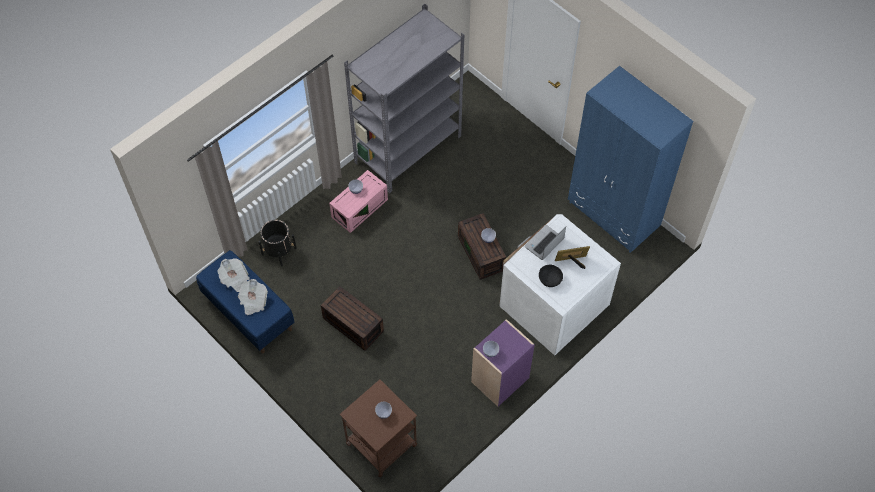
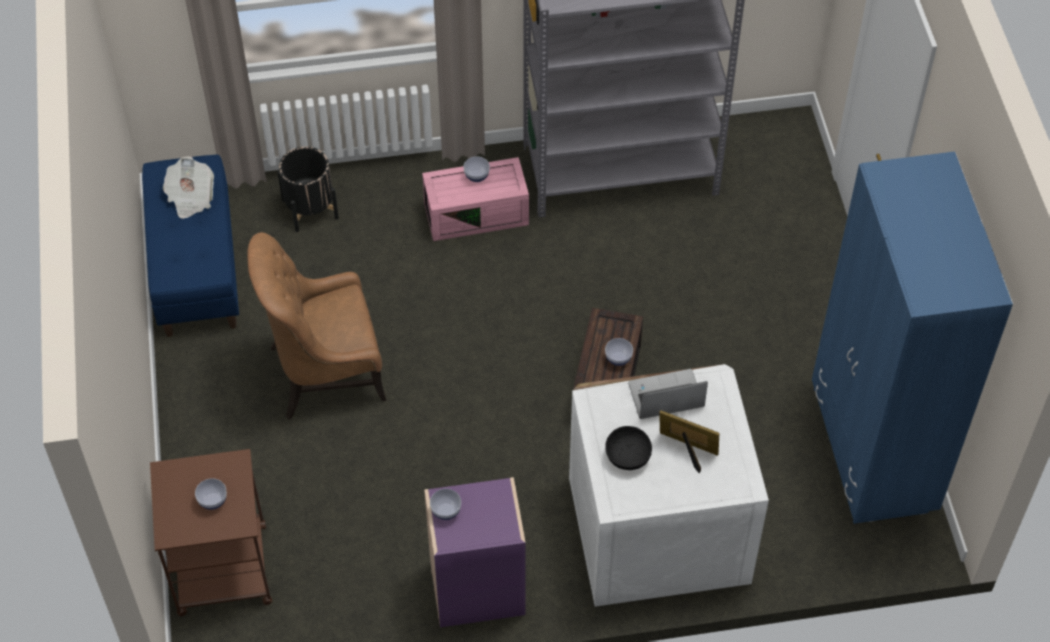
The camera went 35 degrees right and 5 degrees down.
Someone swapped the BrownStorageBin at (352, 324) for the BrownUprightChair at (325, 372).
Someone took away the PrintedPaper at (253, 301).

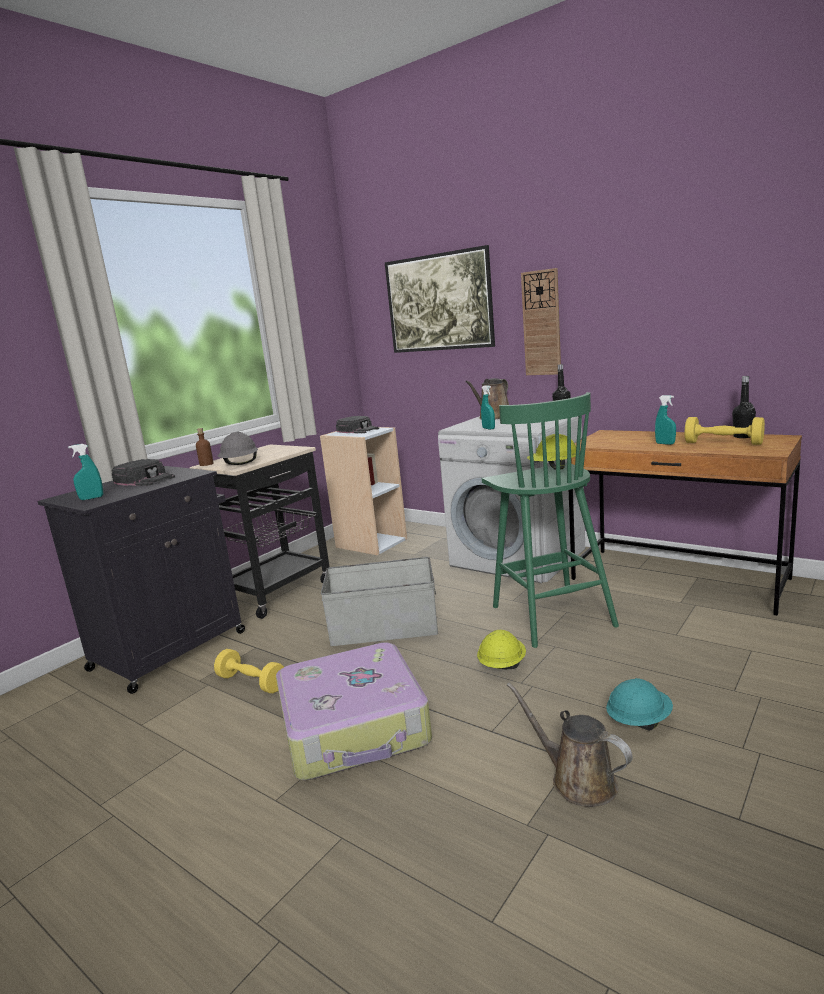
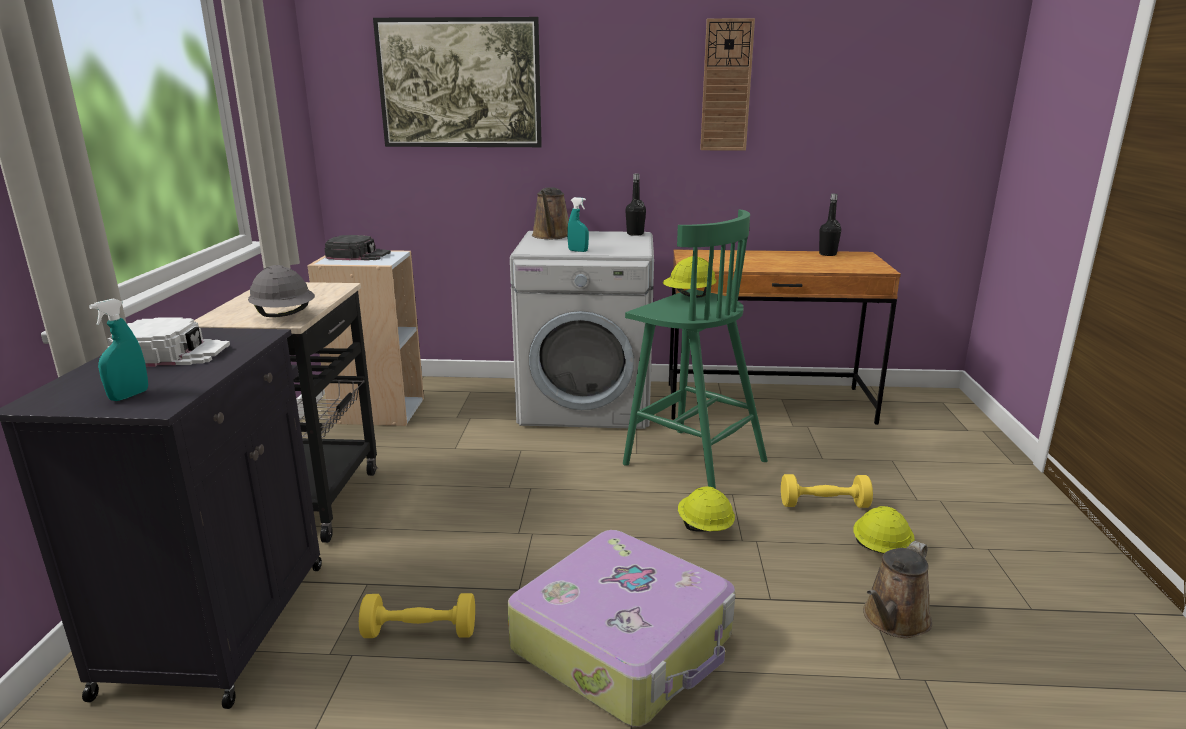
The camera went 35 degrees left and 5 degrees up.
Someone repainted the BlackBaseballCap at (145, 479), which became the WhiteColouredBaseballCap at (172, 353).
Someone carried the HangingClock from (541, 323) to (726, 86).
Someone carried the YellowColouredHandWeight from (723, 443) to (824, 505).
Someone repainted the BlueGreenWorkHelmet at (639, 721), which became the YellowColouredWorkHelmet at (880, 549).
Someone rotated the BrownWateringCan at (578, 780) by 60 degrees counterclockwise.
Someone took away the BrownBottle at (206, 464).
Someone took away the GreyishStorageBin at (383, 628).
Someone took away the BlueGreenSprayBottle at (665, 444).

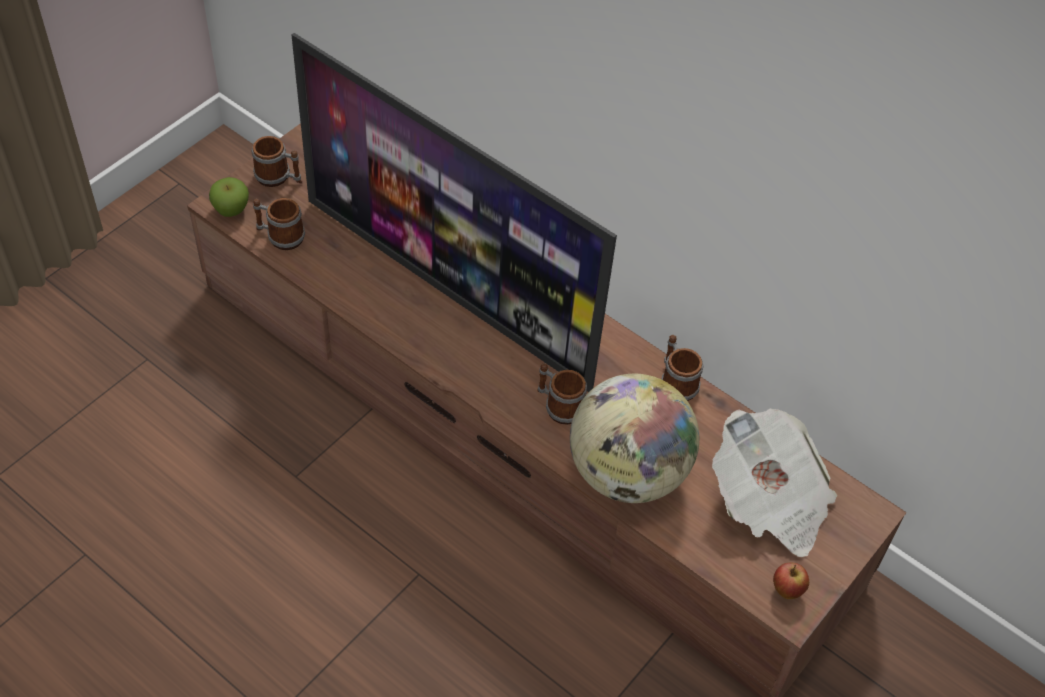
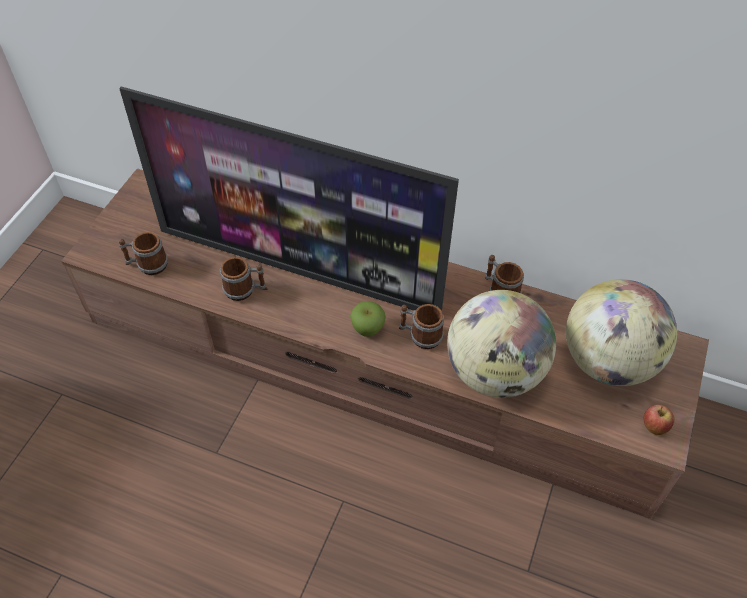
The camera went 15 degrees left and 0 degrees up.
Someone carried the Mug from (279, 177) to (245, 290).
Someone carried the AppleFruit from (231, 210) to (368, 329).
Someone swapped the PrintedPaper at (769, 501) for the Globe at (608, 361).

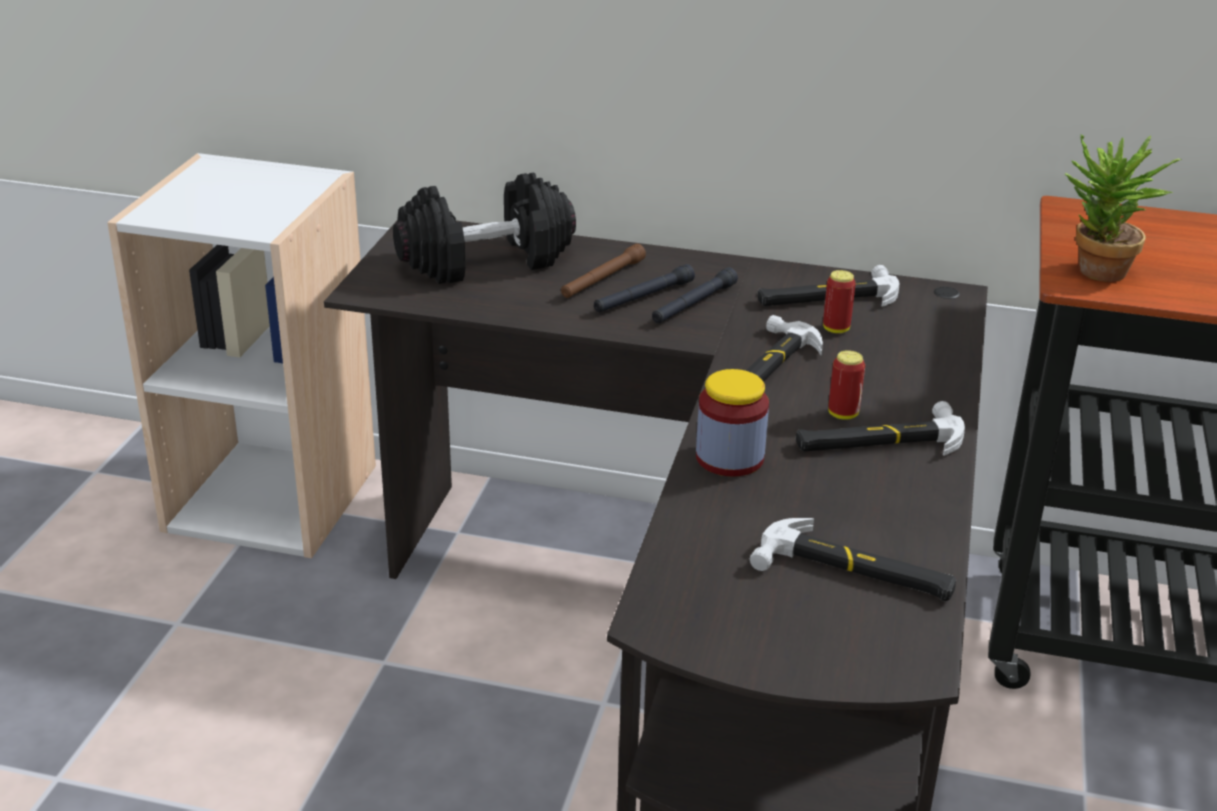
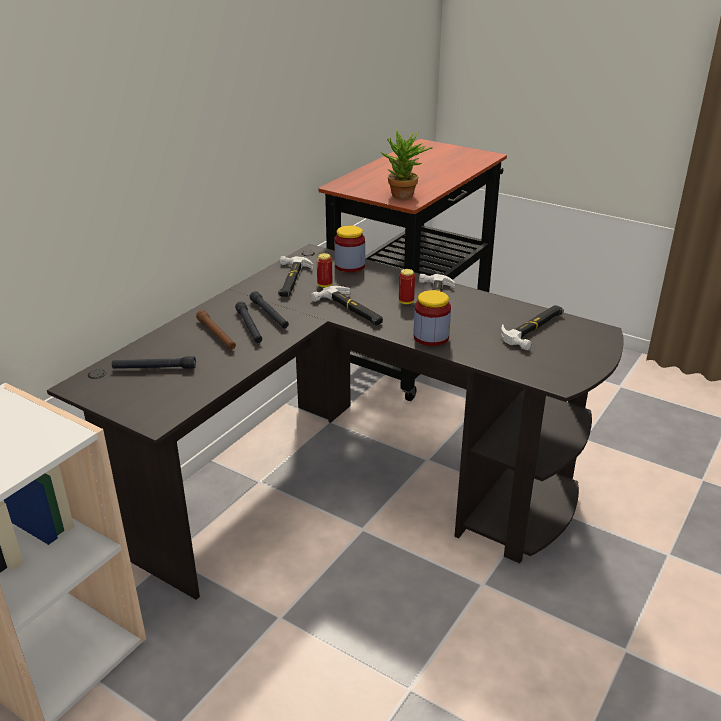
The camera went 70 degrees left and 0 degrees up.
Someone swapped the BlackHandWeight at (486, 260) for the BlackHandTorch at (154, 368).
Someone put down the Jar at (349, 266).

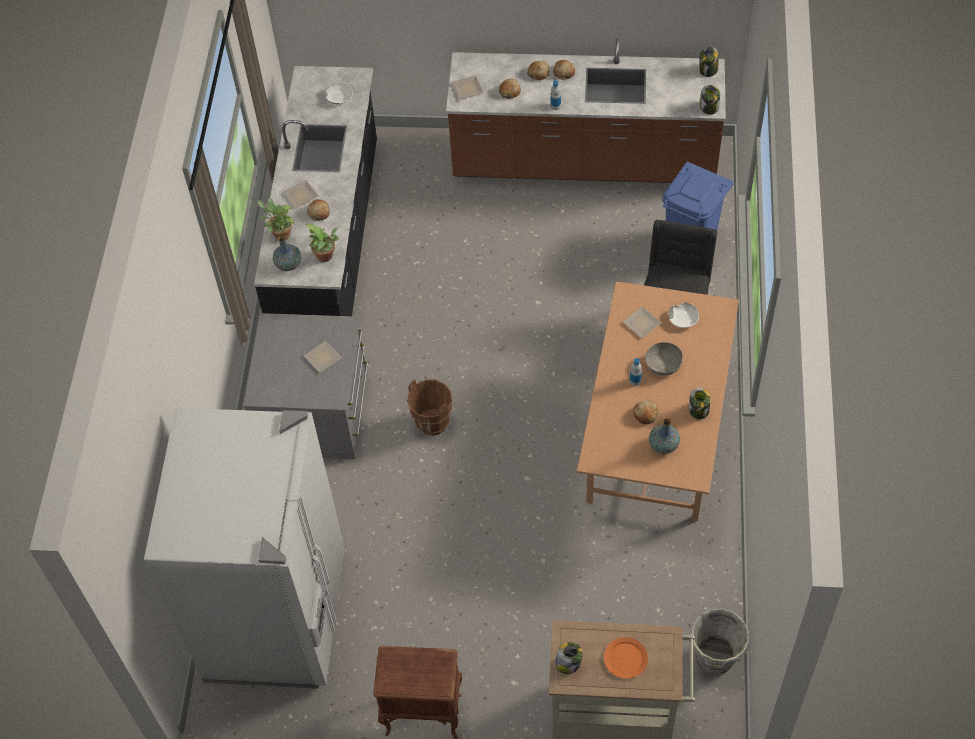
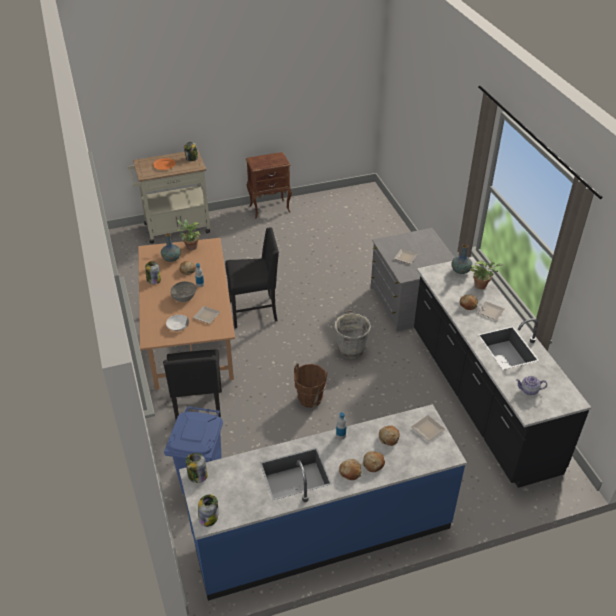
The camera went 155 degrees right and 15 degrees down.
Someone carried the Houseplant from (326, 257) to (190, 247).
Someone repainted the BrownKitchenCounter at (584, 164), which became the BlueColouredKitchenCounter at (322, 532).
Someone put down the BlackUprightChair at (254, 311).
Someone carried the BrownWaterBucket from (433, 422) to (310, 399).
Someone carried the GreyishWaterBucket from (714, 658) to (351, 349).
Someone swapped the WhiteColouredDeepDish at (339, 97) for the Teapot at (529, 390).
Someone took away the WhiteColouredFridge at (277, 614).

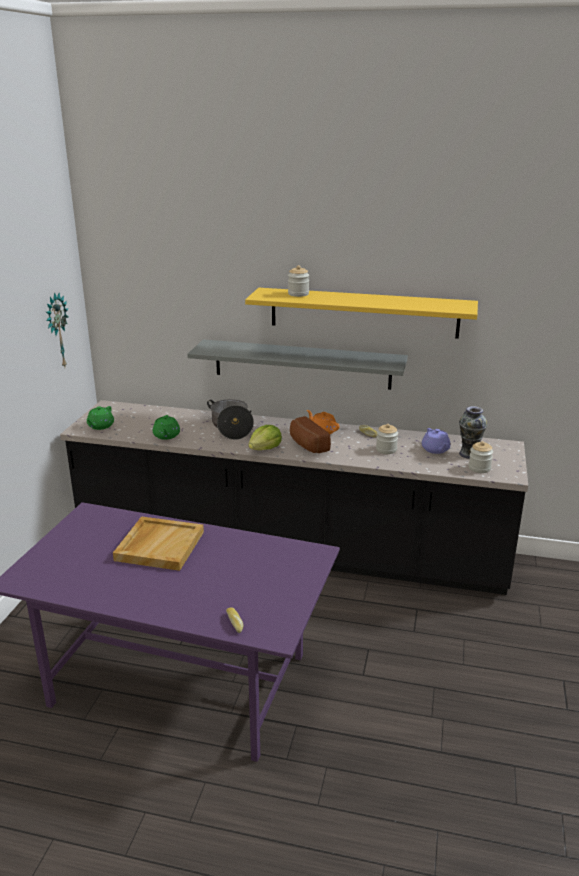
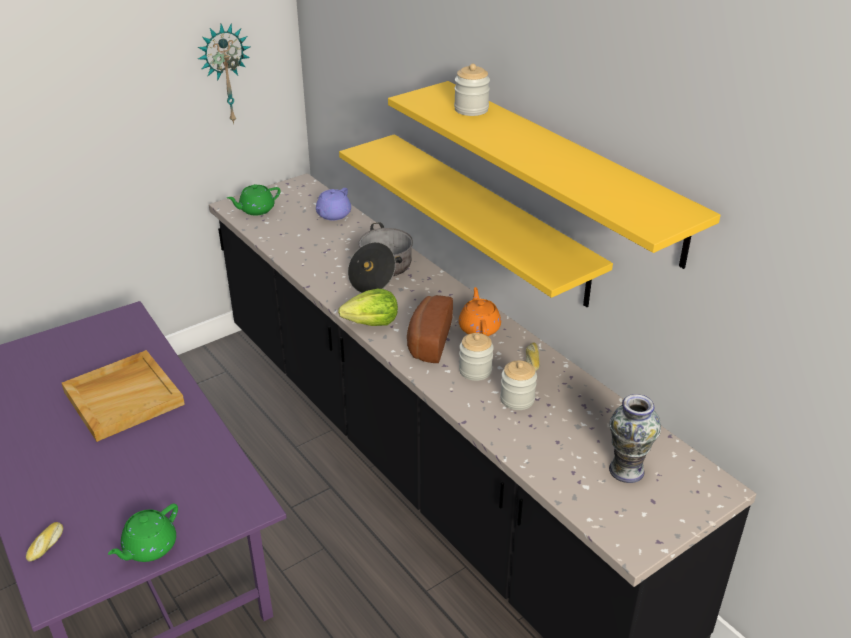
The camera went 40 degrees right and 10 degrees up.
Someone carried the GreenTeapot from (166, 436) to (149, 547).
Someone carried the PurpleTeapot from (435, 450) to (333, 215).
Someone repainted the GreyishWallShelf at (302, 364), which became the YellowColouredWallShelf at (489, 216).
Someone carried the Jar from (479, 468) to (475, 371).

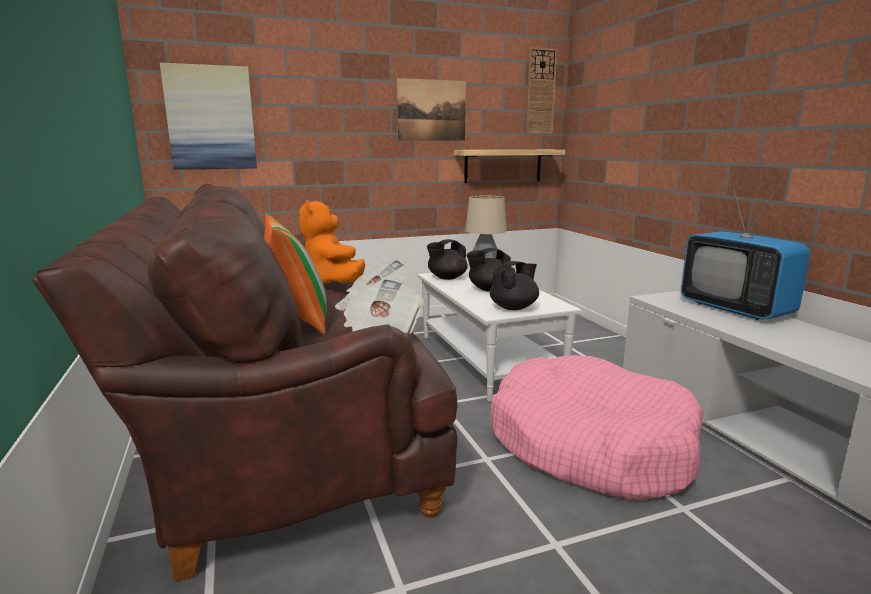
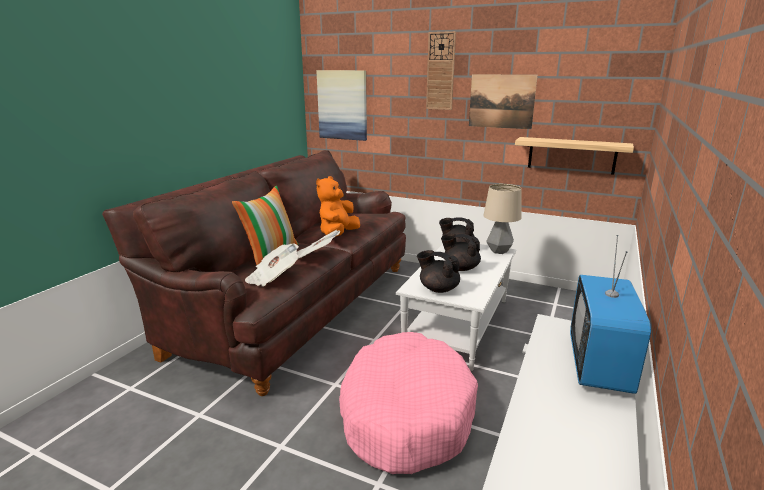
The camera went 45 degrees right and 5 degrees up.
Someone rotated the BlackTeapot at (514, 307) by 150 degrees counterclockwise.
Someone carried the HangingClock from (540, 91) to (440, 71).

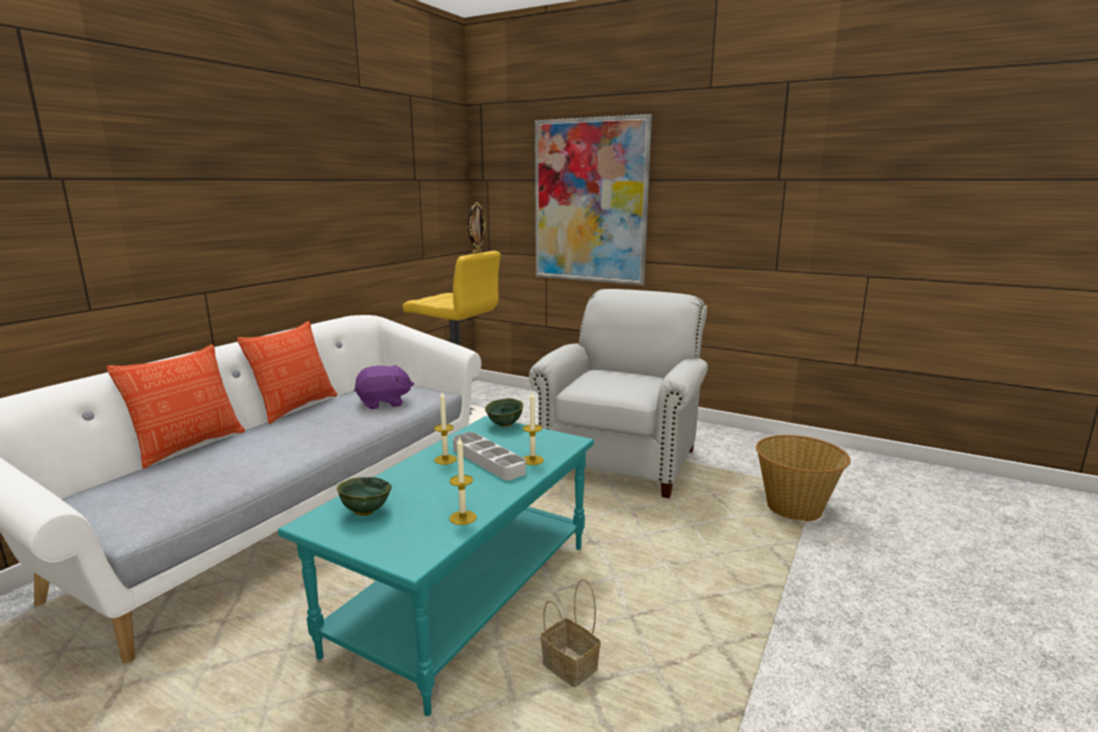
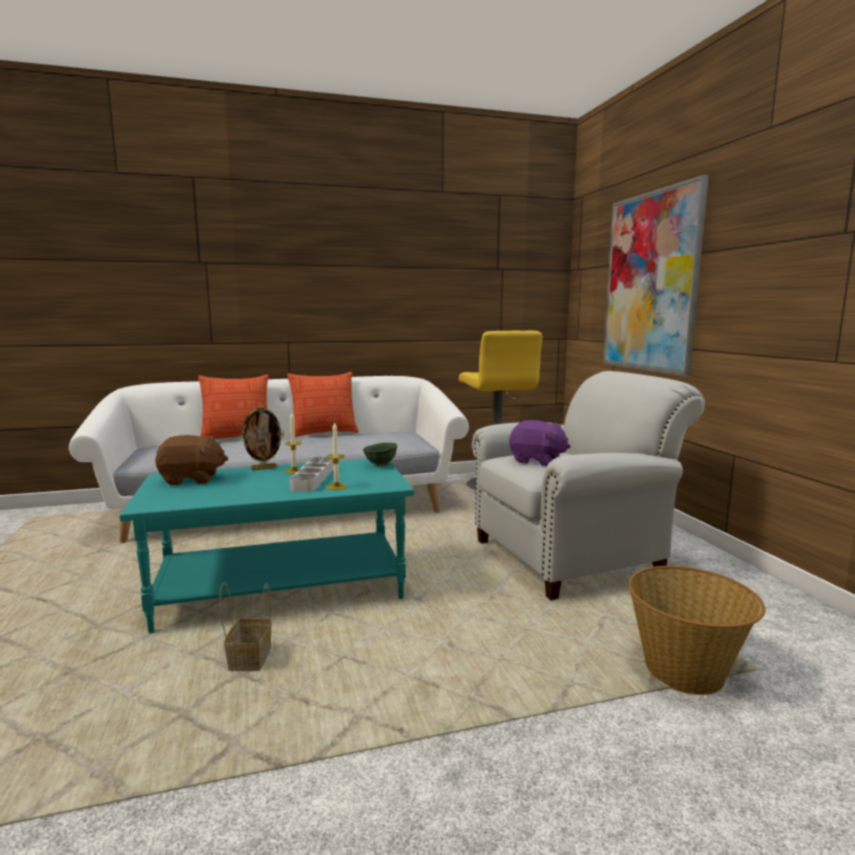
The camera went 45 degrees right and 5 degrees down.
Someone swapped the GreenDeepDish at (365, 511) for the BrownPlushToy at (192, 479).
Someone carried the PictureFrame from (477, 252) to (264, 468).
Someone carried the PurplePlushToy from (384, 403) to (537, 461).
Someone took away the WaxLight at (463, 517).

